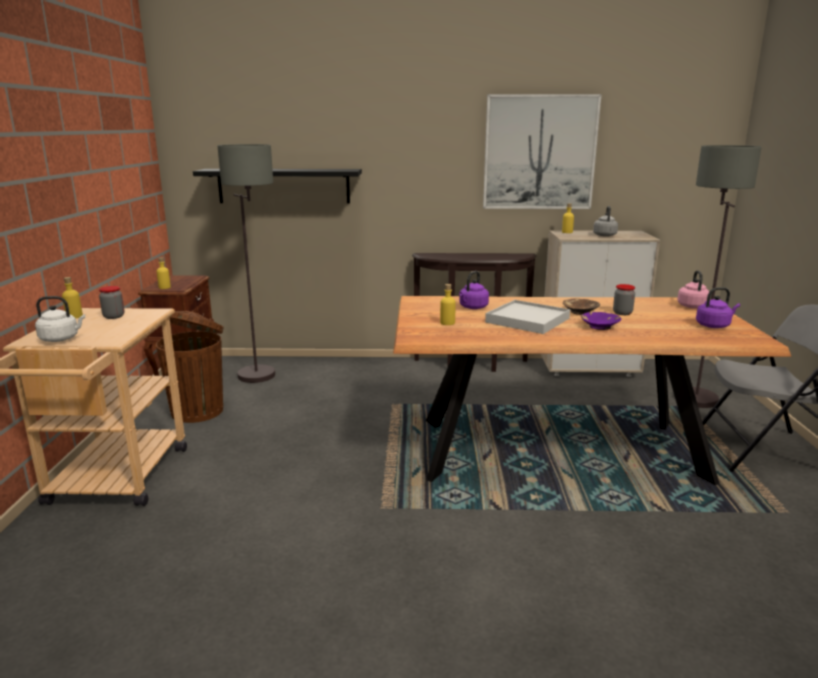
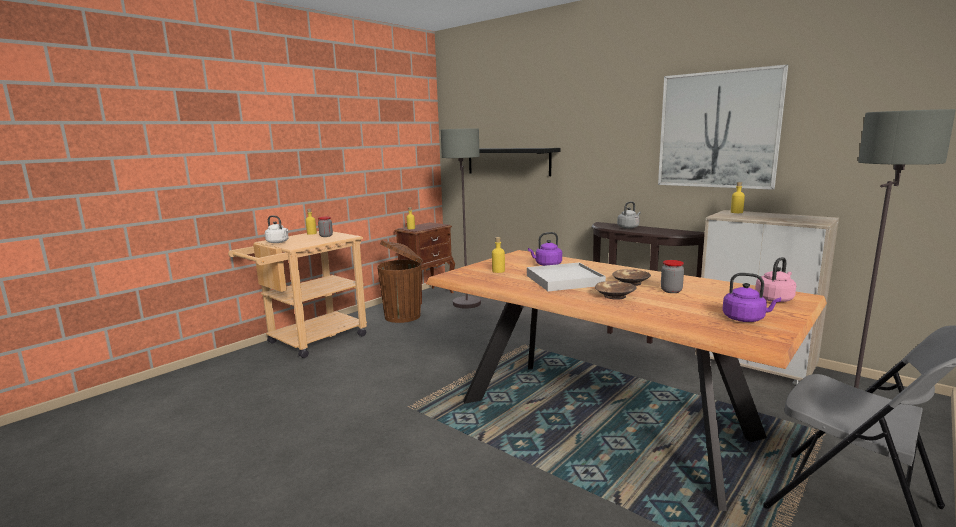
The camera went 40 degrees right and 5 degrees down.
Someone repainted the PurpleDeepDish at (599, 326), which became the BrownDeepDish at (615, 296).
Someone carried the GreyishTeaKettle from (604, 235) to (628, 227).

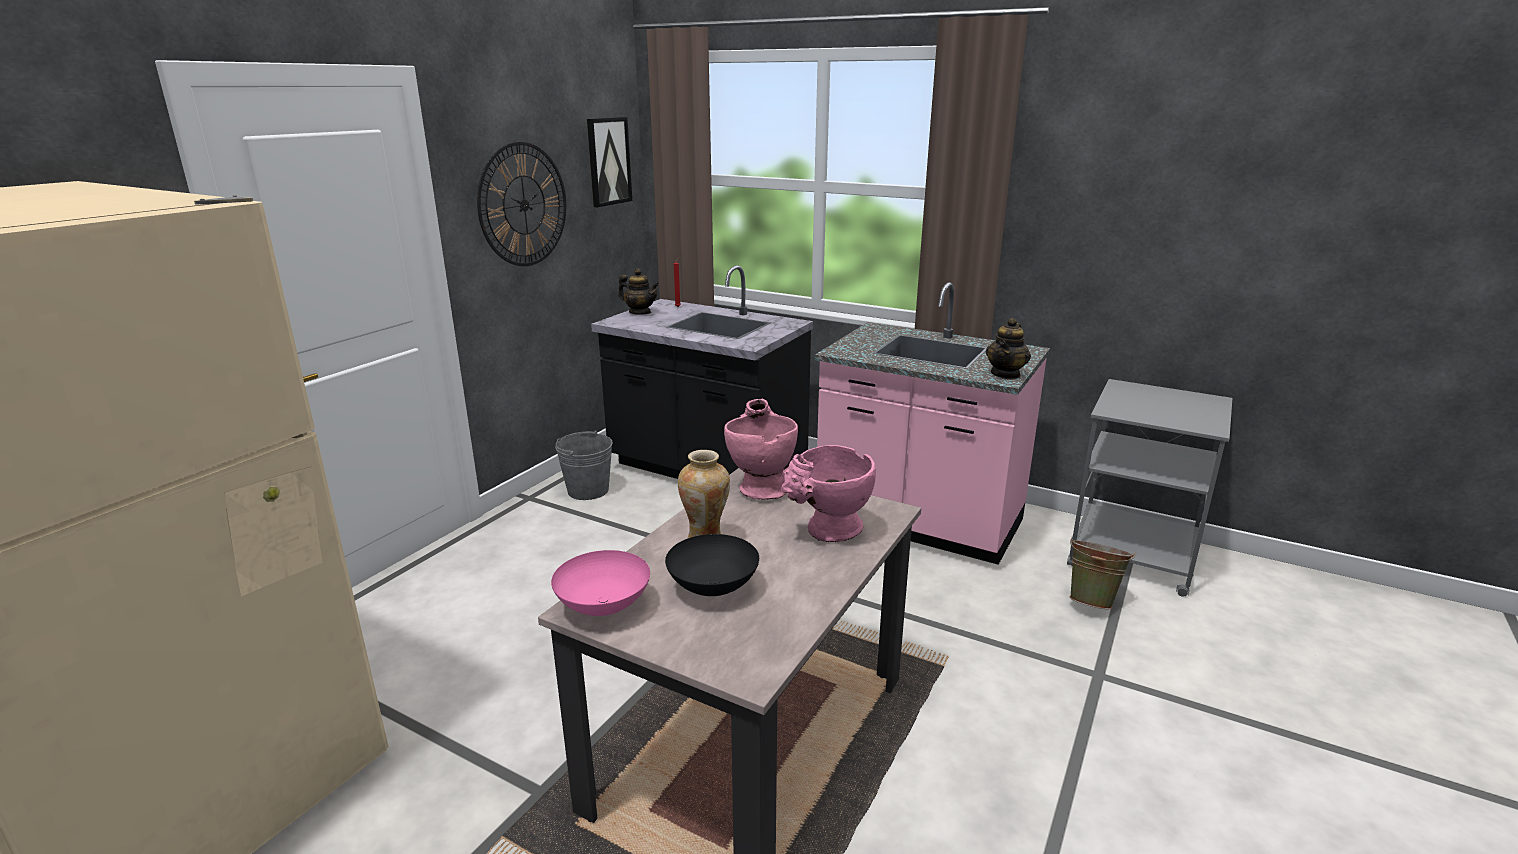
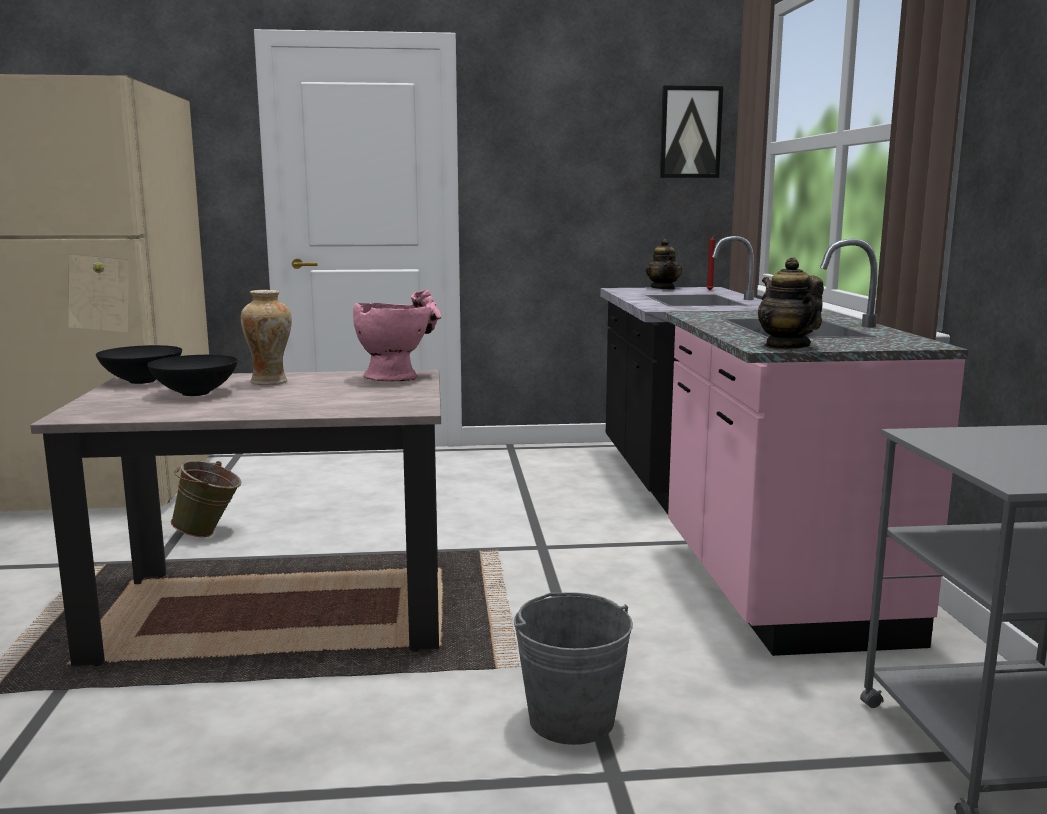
The camera went 55 degrees right and 10 degrees down.
Someone repainted the PinkColouredDeepDish at (603, 607), which became the BlackDeepDish at (140, 381).
Someone carried the GreenWaterBucket from (1092, 601) to (209, 534).
Someone carried the GreyishWaterBucket from (588, 490) to (571, 719).
Someone rotated the Teapot at (1006, 374) by 75 degrees clockwise.
Someone took away the HangingClock at (524, 205).
Someone took away the PinkColouredVase at (827, 533).

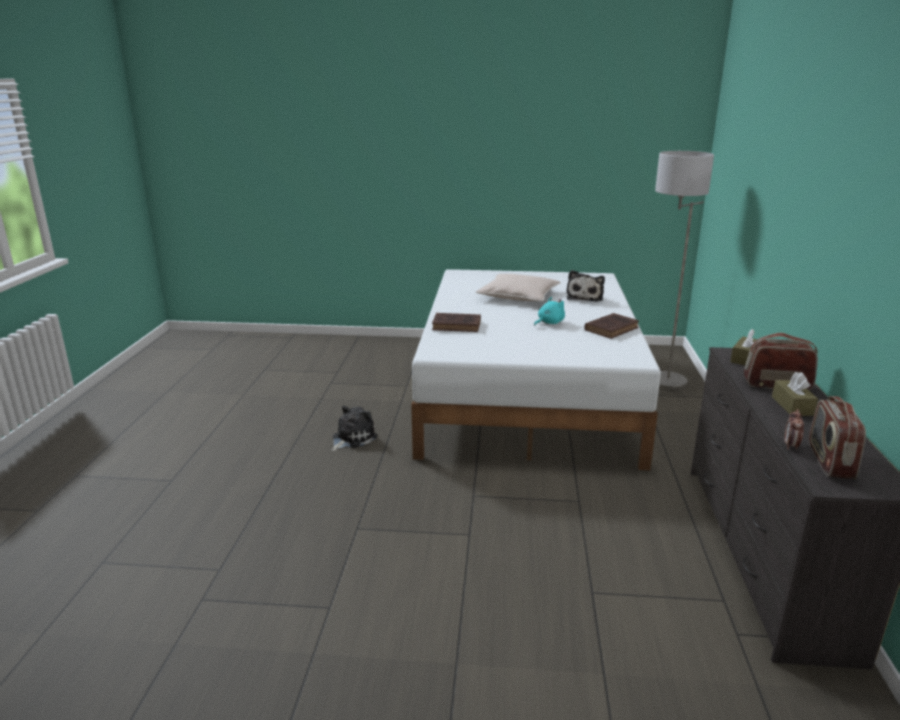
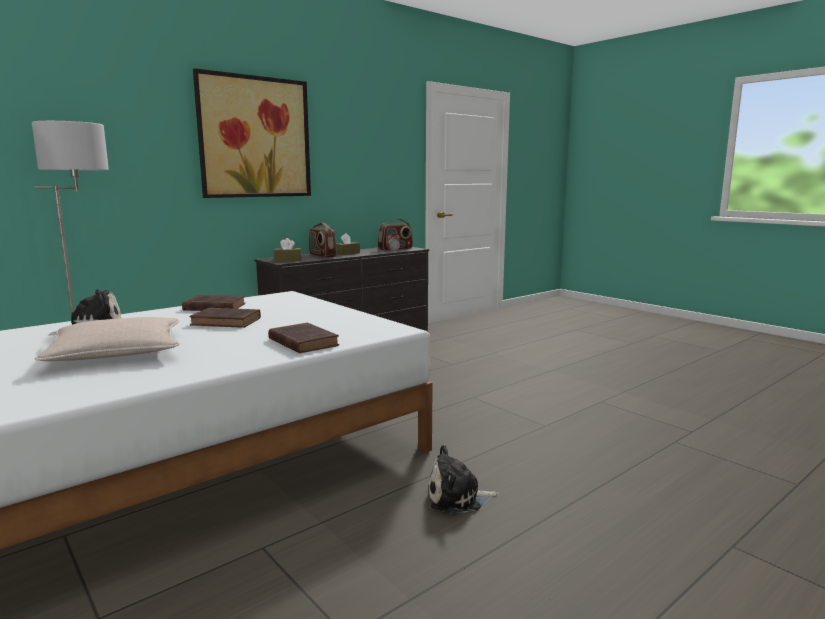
The camera went 135 degrees left and 10 degrees down.
Someone swapped the BlueGreenPlushToy at (549, 323) for the BrownBook at (228, 322).
Someone put up the WallPicture at (255, 137).

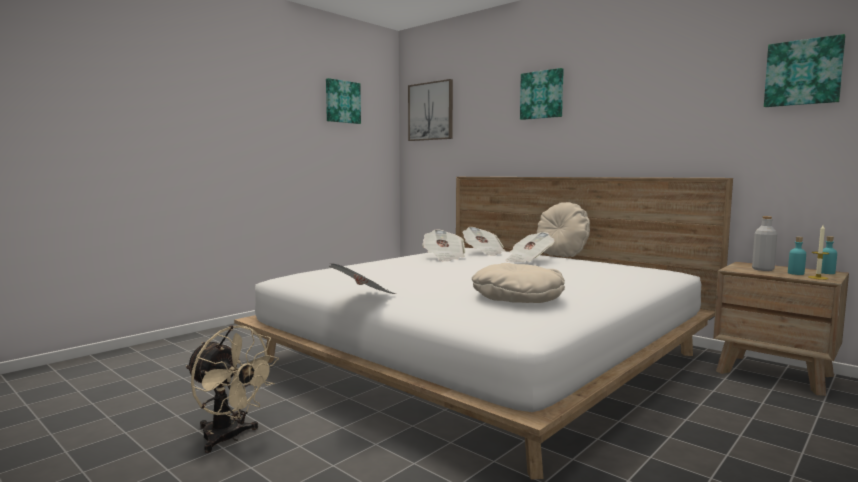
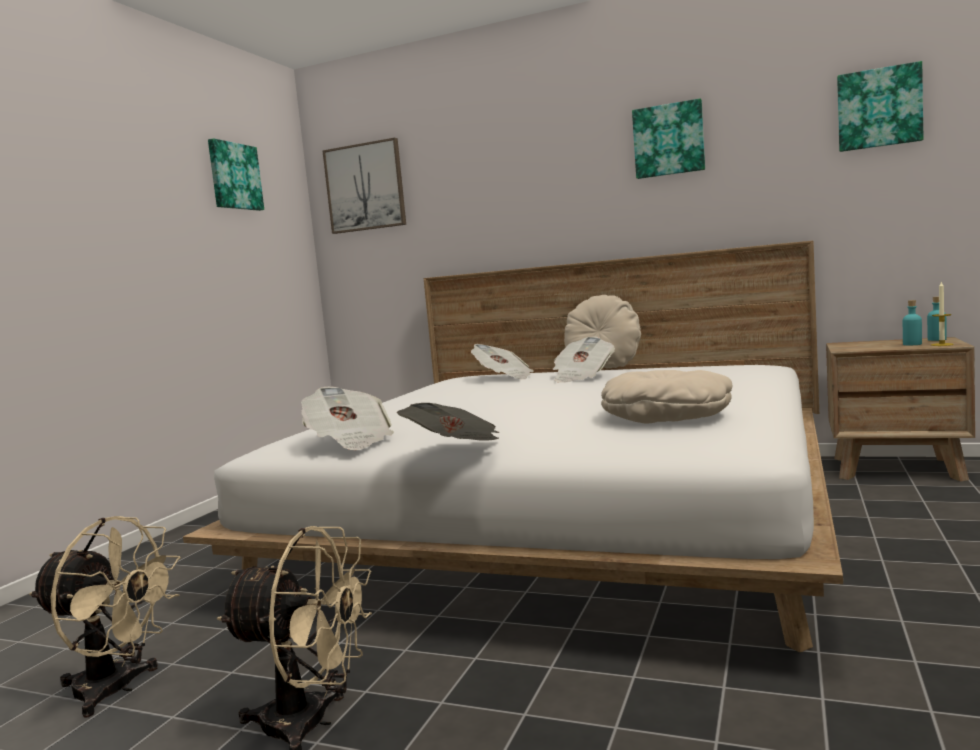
The camera went 20 degrees left and 0 degrees up.
Someone put down the BeigeColouredElectricFan at (117, 690).
Someone carried the PrintedPaper from (444, 258) to (349, 442).
Someone carried the WallPicture from (542, 95) to (668, 140).
Someone took away the GreyishBottle at (763, 269).

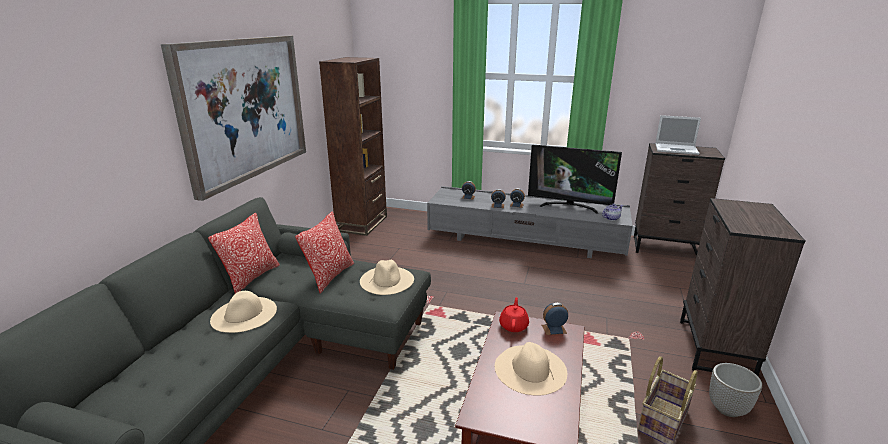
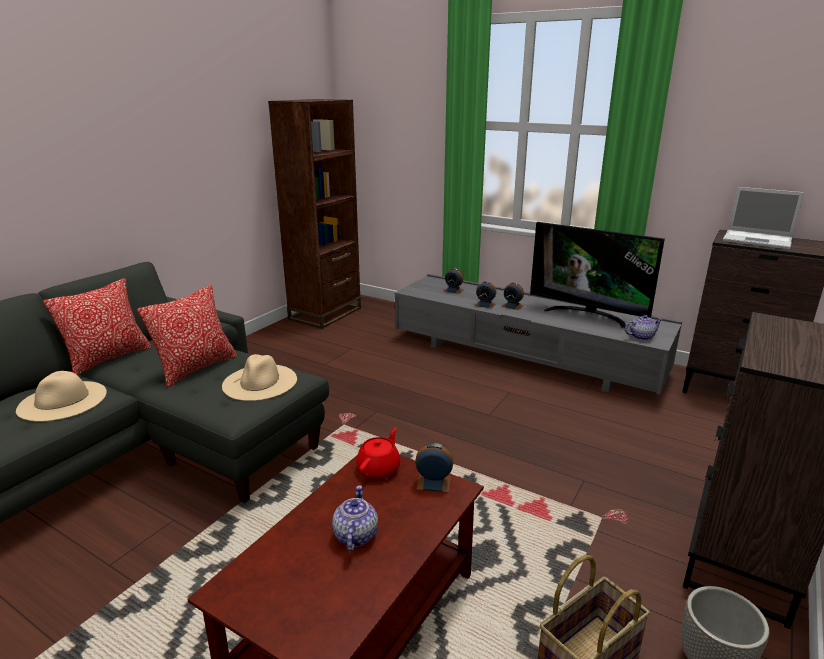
The camera went 15 degrees right and 0 degrees up.
Someone swapped the BeigeColouredClothingHat at (530, 369) for the Teapot at (355, 536).
Someone took away the WallPicture at (244, 109).

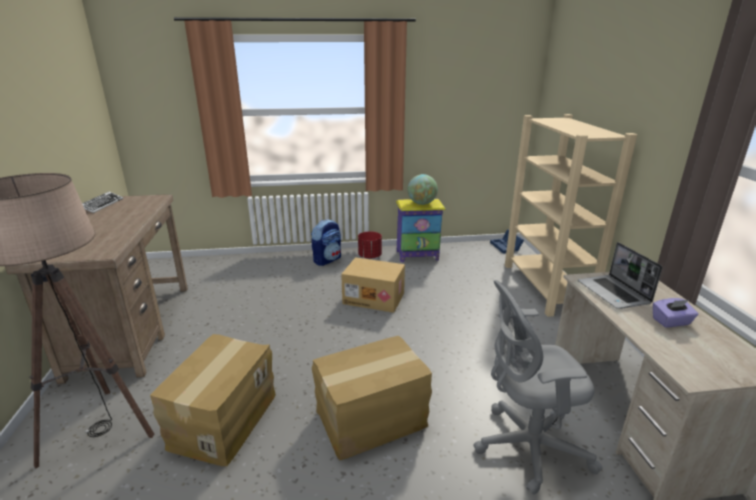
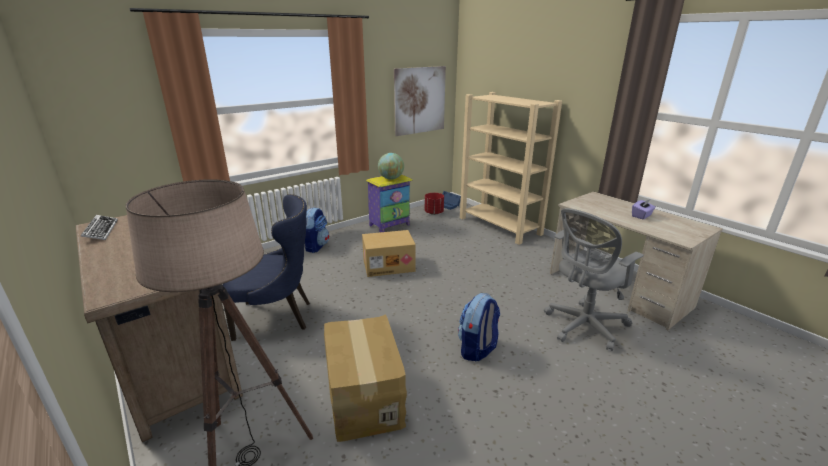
The camera went 30 degrees left and 0 degrees up.
Someone put down the BlueColouredUprightChair at (277, 317).
Someone put up the WallPicture at (419, 100).
Someone carried the RedPlanter from (369, 256) to (433, 213).
Someone swapped the CardboardBox at (371, 419) for the Knapsack at (477, 349).
Someone took away the PortableComputer at (614, 293).

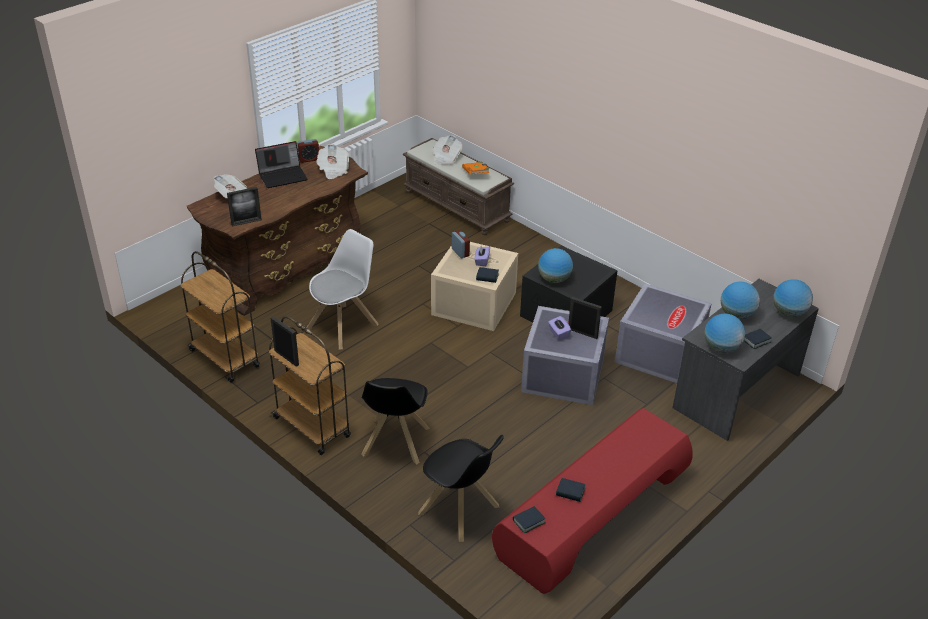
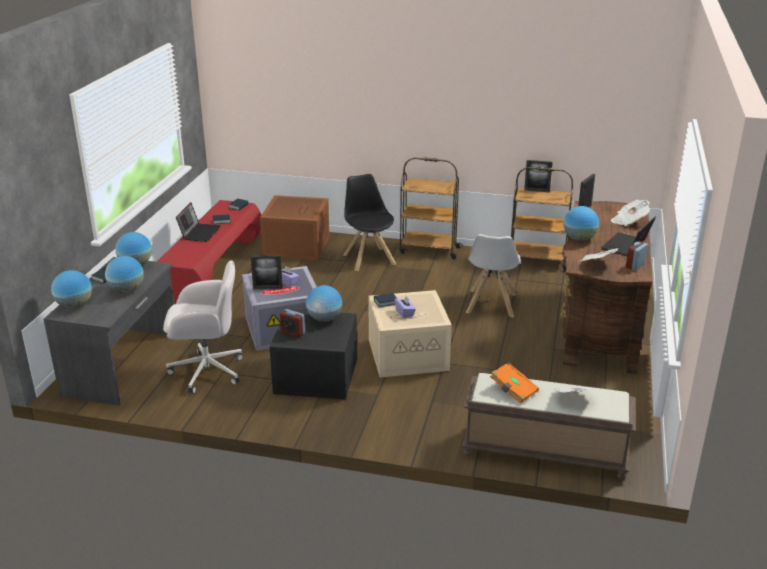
The camera went 150 degrees right and 10 degrees down.
Someone swapped the GreyishStorageBin at (658, 352) for the WhiteColouredDeskChair at (207, 372).
Someone put down the PortableComputer at (199, 232).
Someone swapped the BlackUprightChair at (460, 511) for the BrownStorageBin at (296, 245).
Someone carried the TableClock from (460, 252) to (293, 333).
Someone carried the PictureFrame from (286, 358) to (537, 190).
Someone put down the Globe at (579, 239).

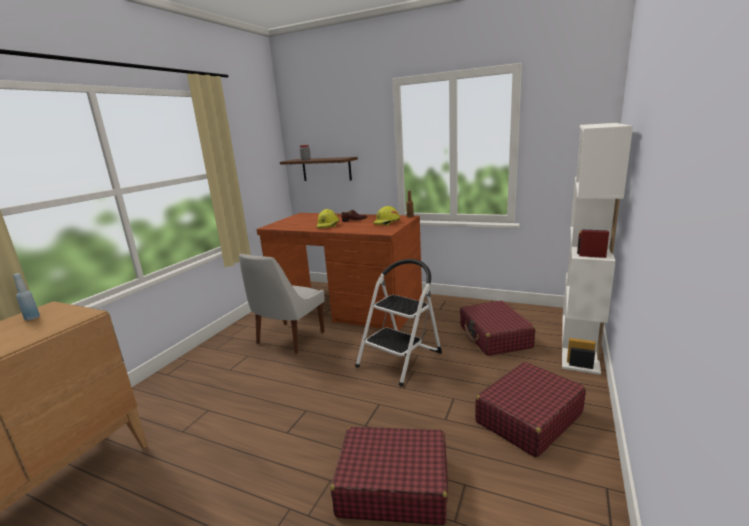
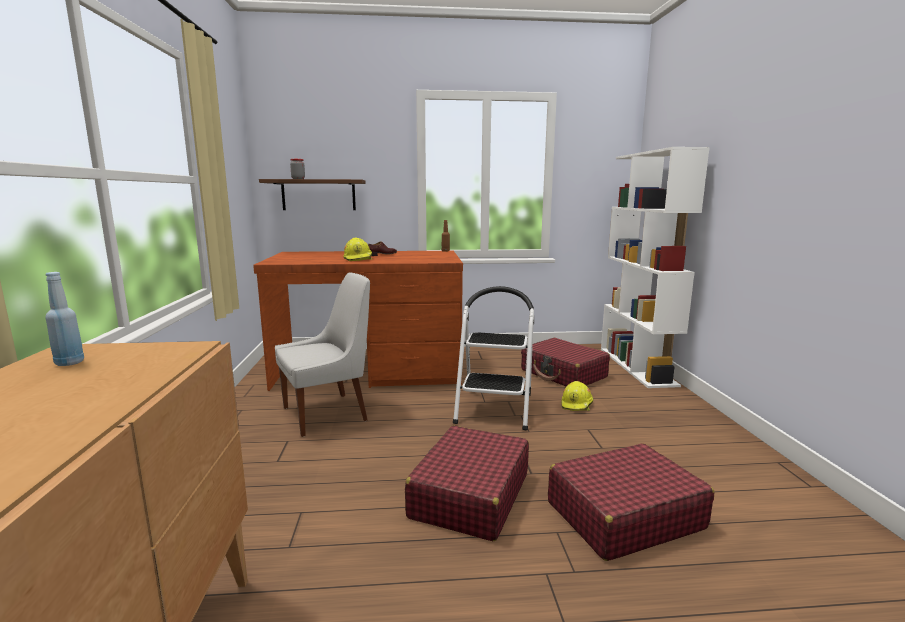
The camera went 30 degrees left and 5 degrees down.
Someone rotated the WhiteColouredUprightChair at (289, 339) by 120 degrees counterclockwise.
Someone carried the RedTravelCase from (528, 418) to (470, 495).
Someone carried the YellowColouredWorkHelmet from (387, 222) to (577, 404).

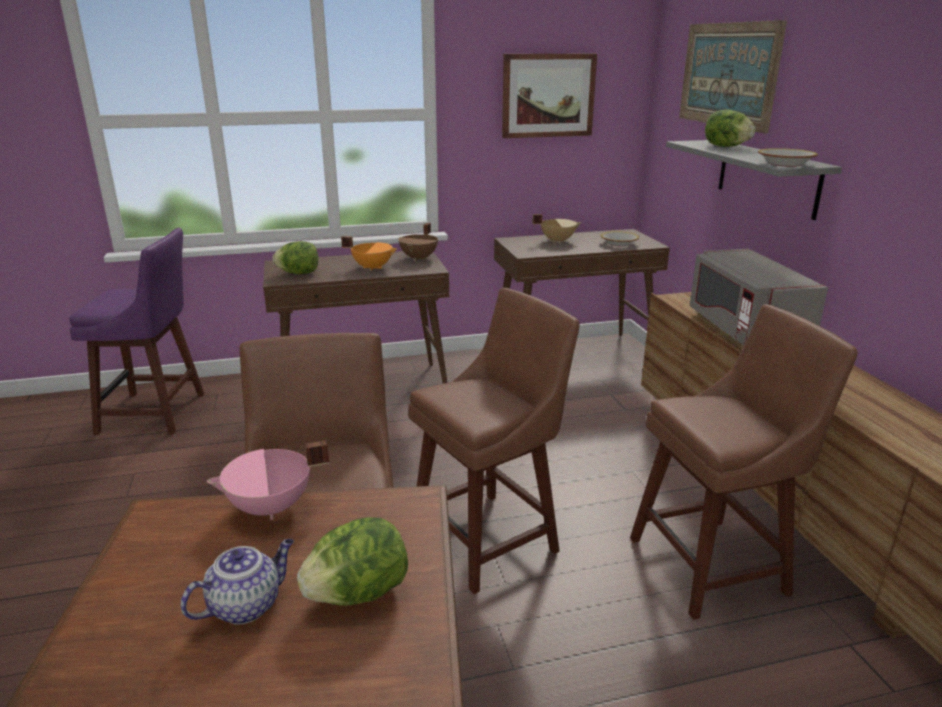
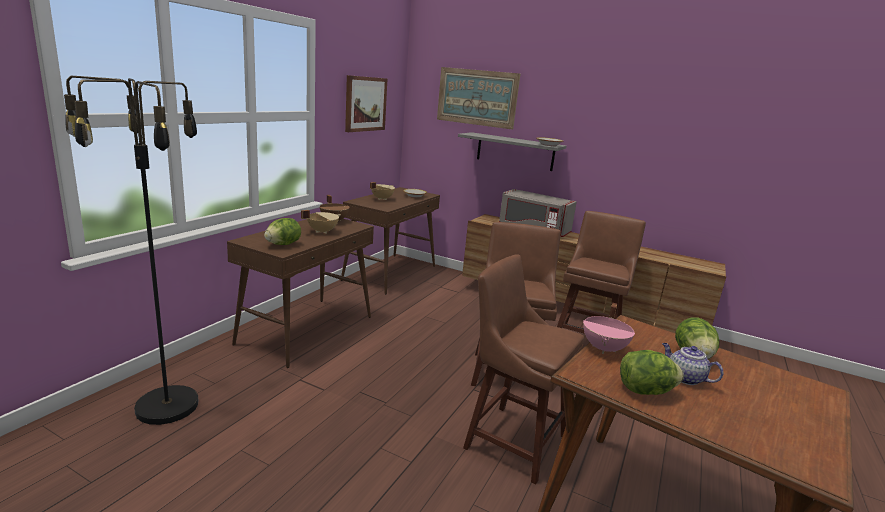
The camera went 50 degrees left and 5 degrees down.
Someone swapped the PurpleUprightChair at (158, 413) for the StandardLamp at (166, 406).
Someone repainted the OrangeStockpot at (372, 267), which became the BeigeColouredStockpot at (322, 231).
Someone carried the LettuceHead from (726, 147) to (645, 391).
Someone rotated the Teapot at (246, 605) by 45 degrees counterclockwise.

